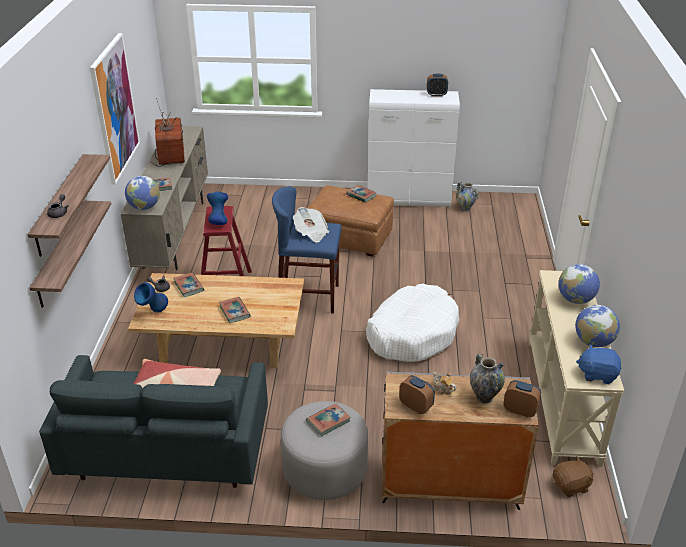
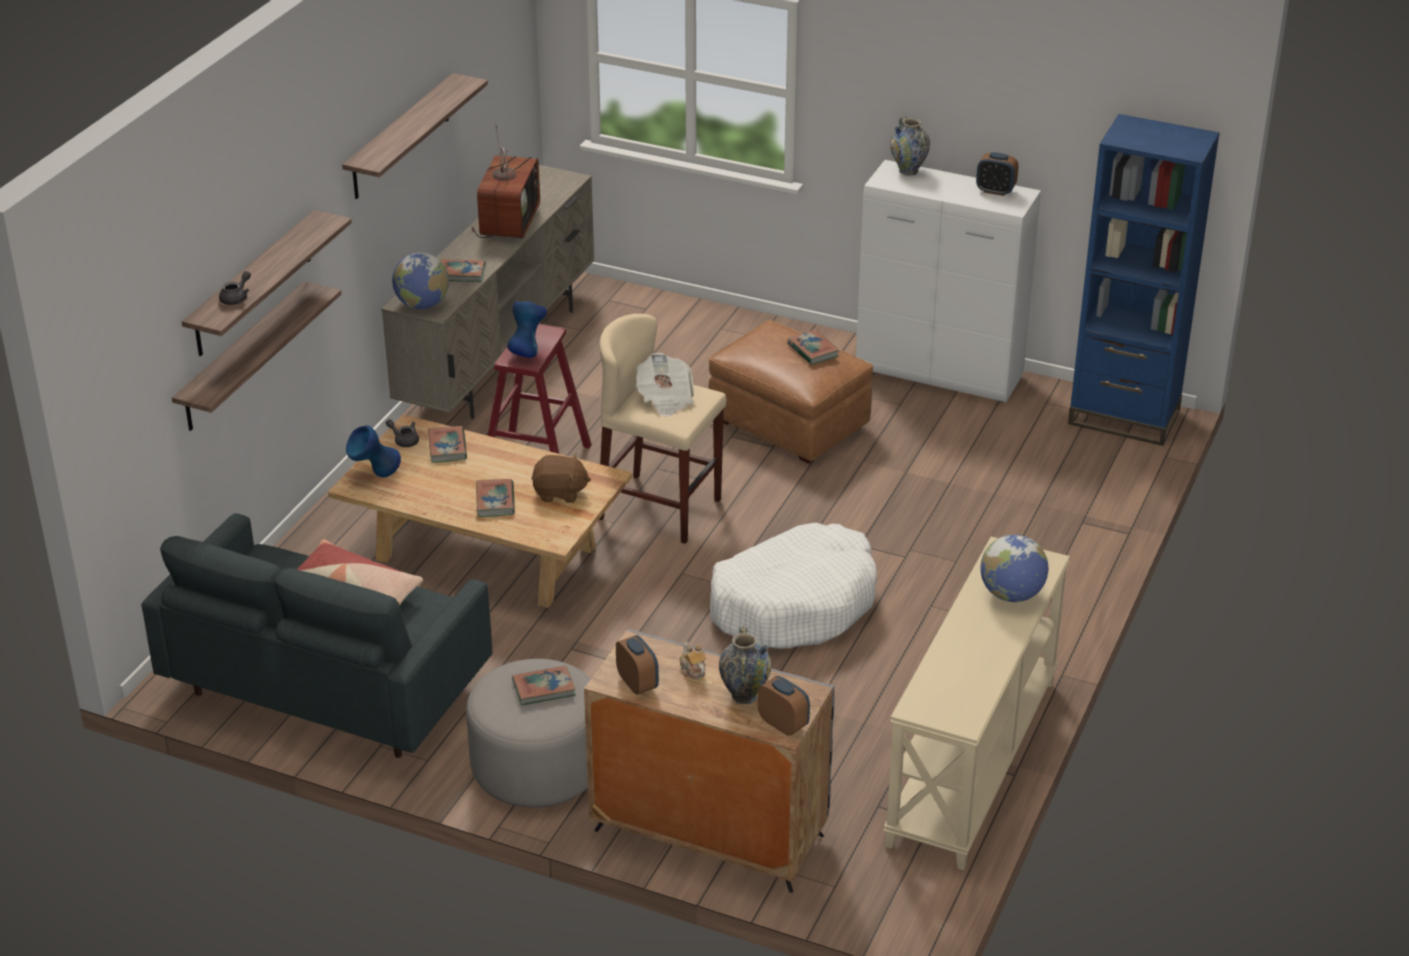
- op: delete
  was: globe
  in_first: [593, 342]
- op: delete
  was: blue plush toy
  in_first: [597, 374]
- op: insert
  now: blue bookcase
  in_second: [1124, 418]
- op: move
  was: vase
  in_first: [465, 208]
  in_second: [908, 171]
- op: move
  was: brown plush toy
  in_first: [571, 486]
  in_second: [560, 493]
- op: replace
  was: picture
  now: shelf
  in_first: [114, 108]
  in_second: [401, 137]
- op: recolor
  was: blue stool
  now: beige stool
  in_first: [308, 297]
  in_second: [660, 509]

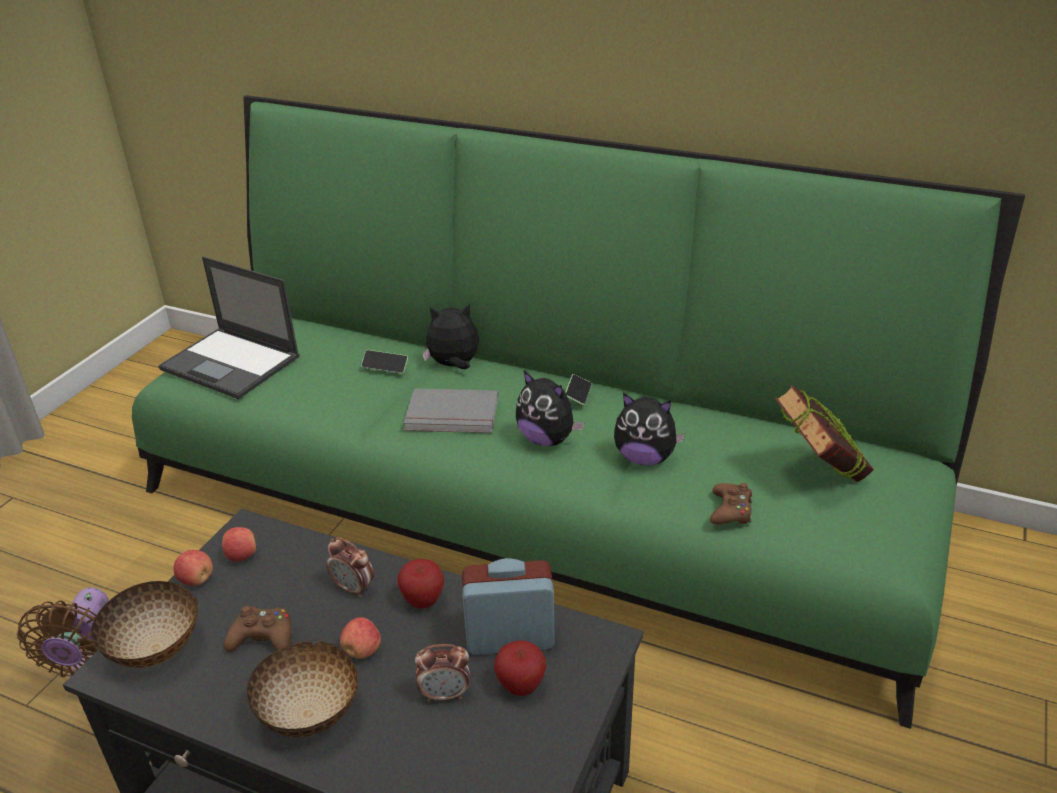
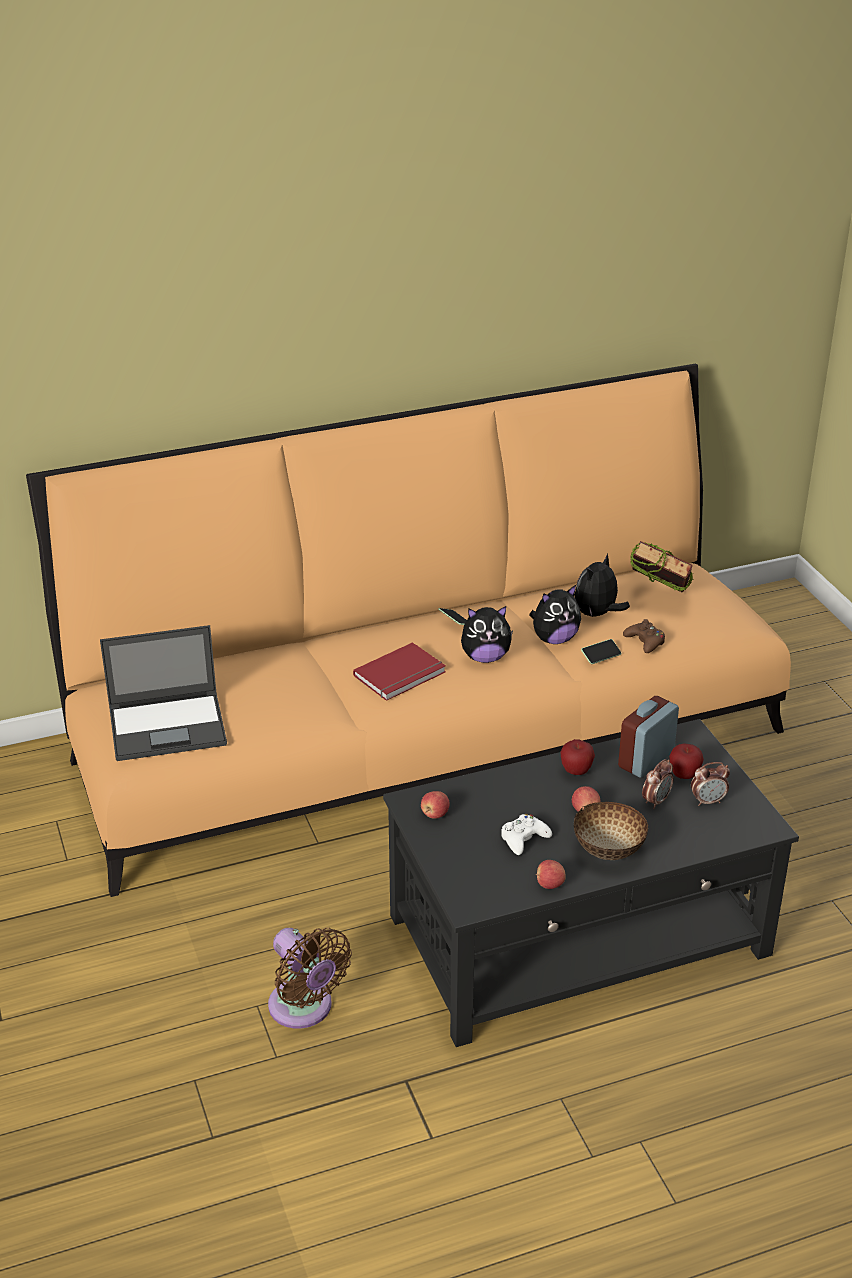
- op: delete
  was: bowl
  in_first: [154, 650]
- op: move
  was: apple
  in_first: [196, 580]
  in_second: [549, 884]
- op: move
  was: alarm clock
  in_first: [353, 588]
  in_second: [708, 801]
- op: move
  was: phone
  in_first: [385, 367]
  in_second: [601, 656]
- op: move
  was: plush toy
  in_first: [454, 365]
  in_second: [597, 614]
- op: recolor
  was: green sofa
  now: orange sofa
  in_first: [531, 503]
  in_second: [425, 735]
- op: recolor
  was: brown game controller
  now: white game controller
  in_first: [263, 637]
  in_second: [523, 839]
- op: recolor
  was: grey book
  now: red book
  in_first: [452, 416]
  in_second: [401, 675]

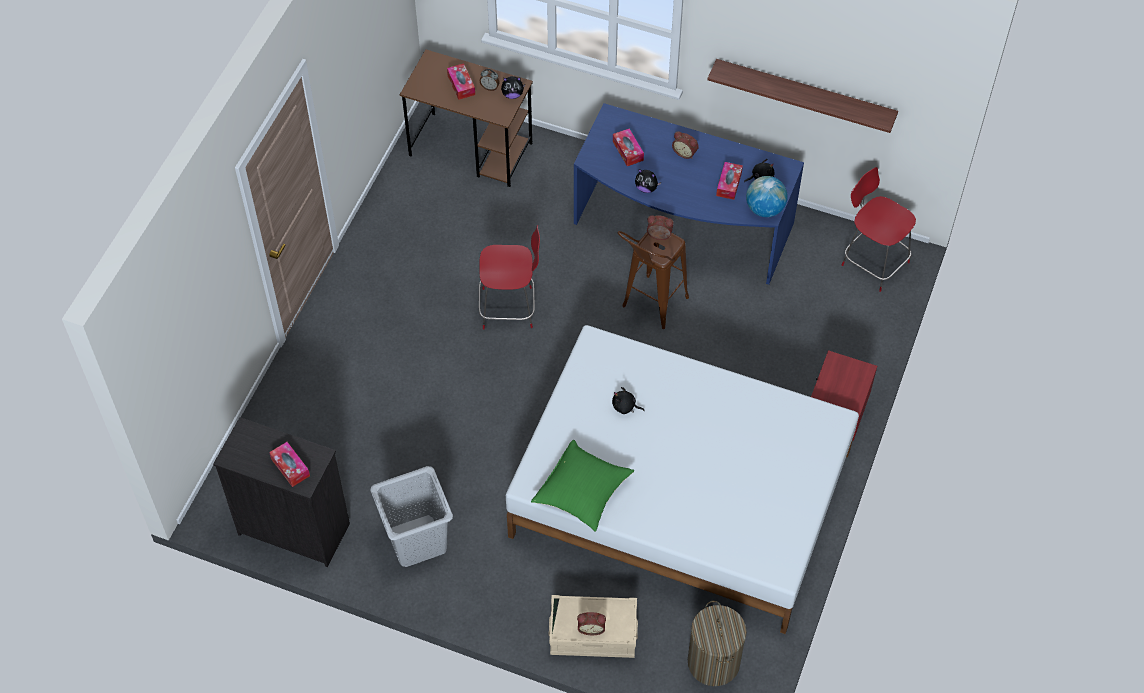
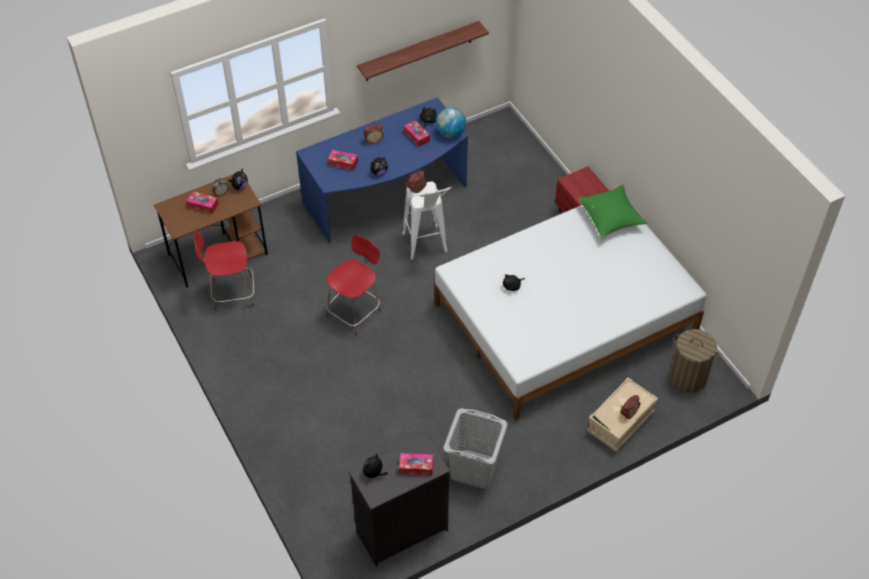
- op: insert
  now: plush toy
  in_second: [374, 473]
- op: move
  was: green pillow
  in_first: [582, 494]
  in_second: [611, 219]
- op: move
  was: red chair
  in_first: [873, 262]
  in_second: [231, 293]
- op: recolor
  was: brown stool
  now: white stool
  in_first: [650, 309]
  in_second: [426, 248]

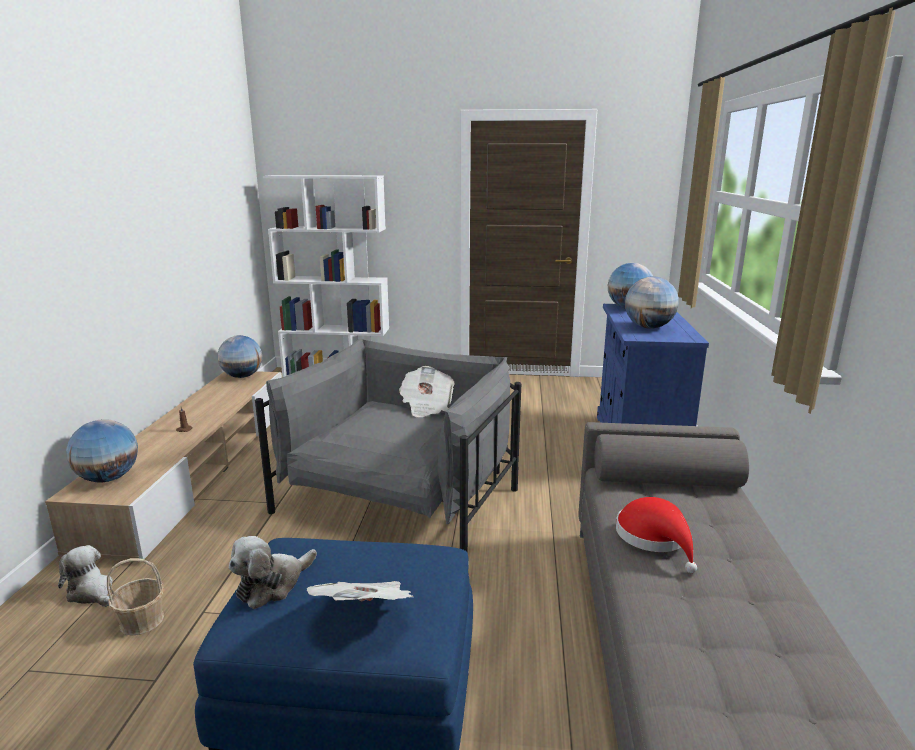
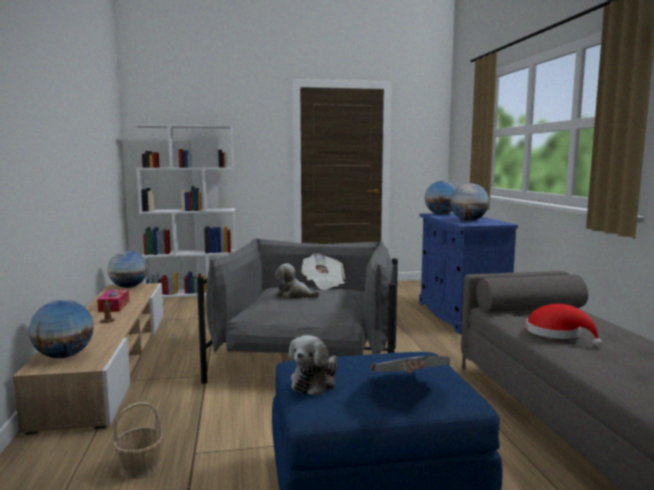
- op: insert
  now: tissue box
  in_second: [114, 306]
- op: move
  was: plush toy
  in_first: [92, 592]
  in_second: [294, 295]

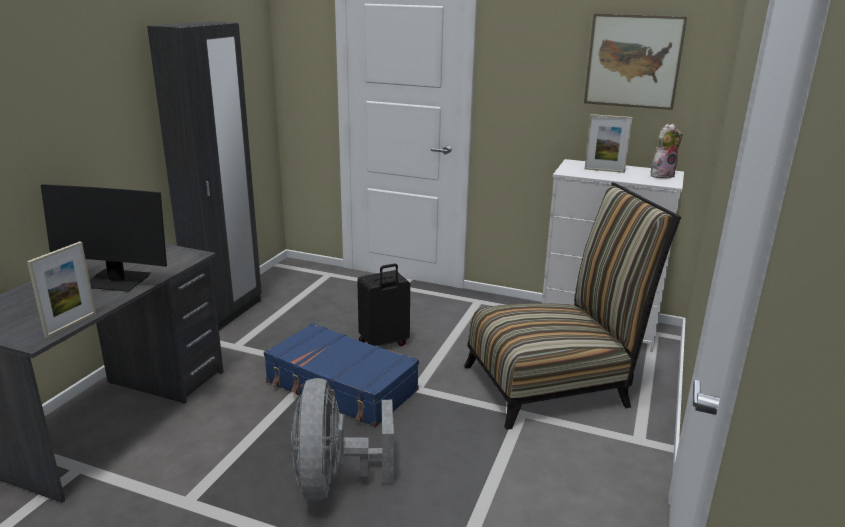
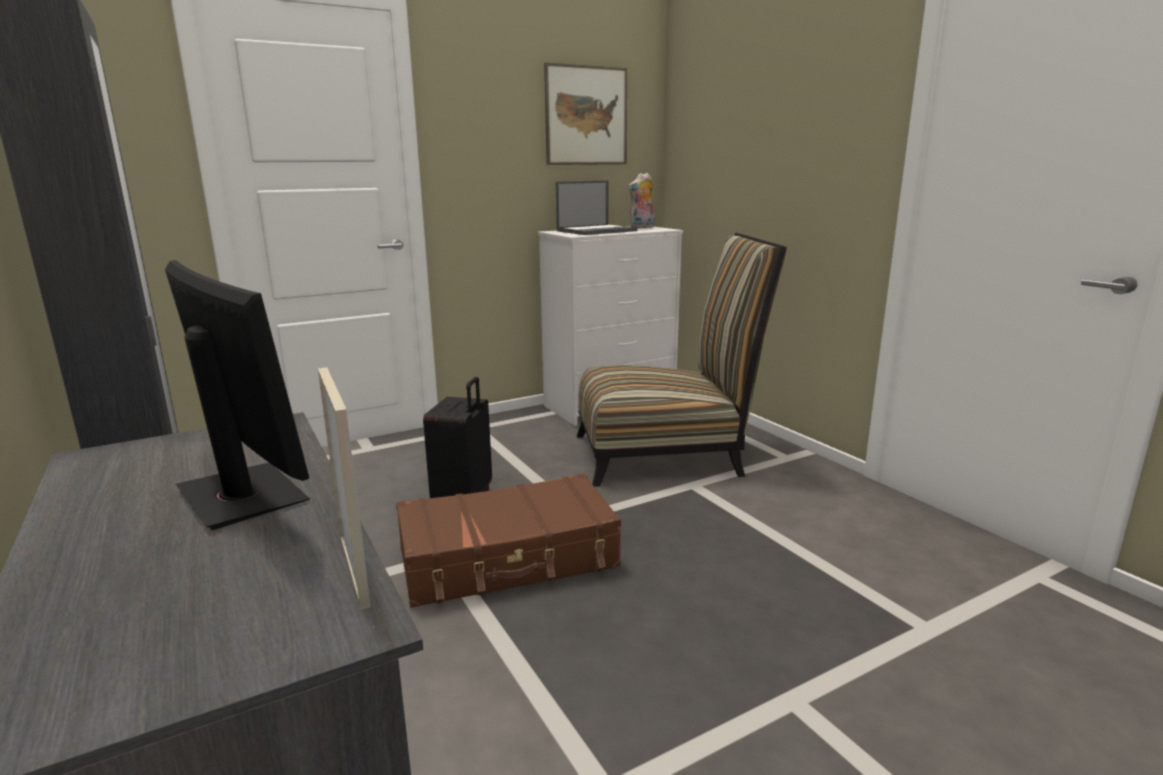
- op: delete
  was: grey fan
  in_first: [334, 481]
- op: replace
  was: picture frame
  now: laptop
  in_first: [604, 170]
  in_second: [597, 231]
- op: recolor
  was: blue suitcase
  now: brown suitcase
  in_first: [341, 387]
  in_second: [509, 559]
- op: rotate
  was: monitor
  in_first: [117, 281]
  in_second: [242, 496]
  clockwise: -90
- op: rotate
  was: chair
  in_first: [554, 384]
  in_second: [667, 454]
  clockwise: 60
- op: rotate
  was: plush toy
  in_first: [662, 175]
  in_second: [642, 227]
  clockwise: -135

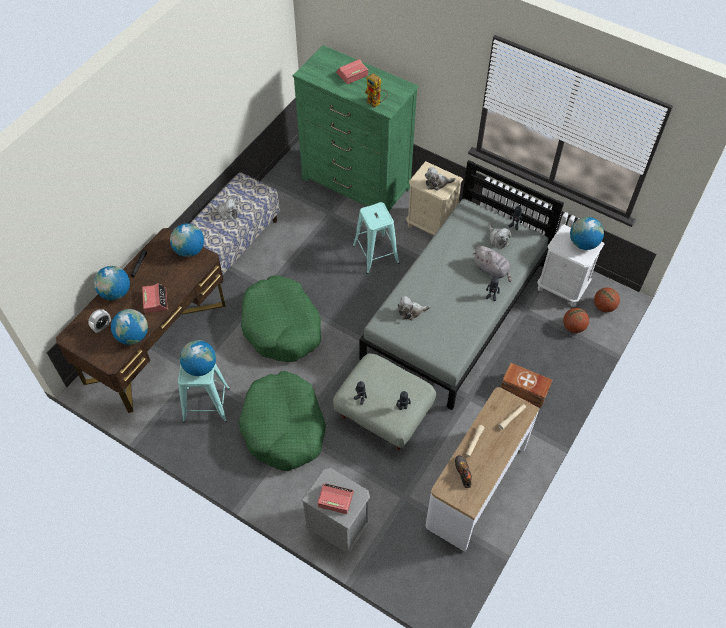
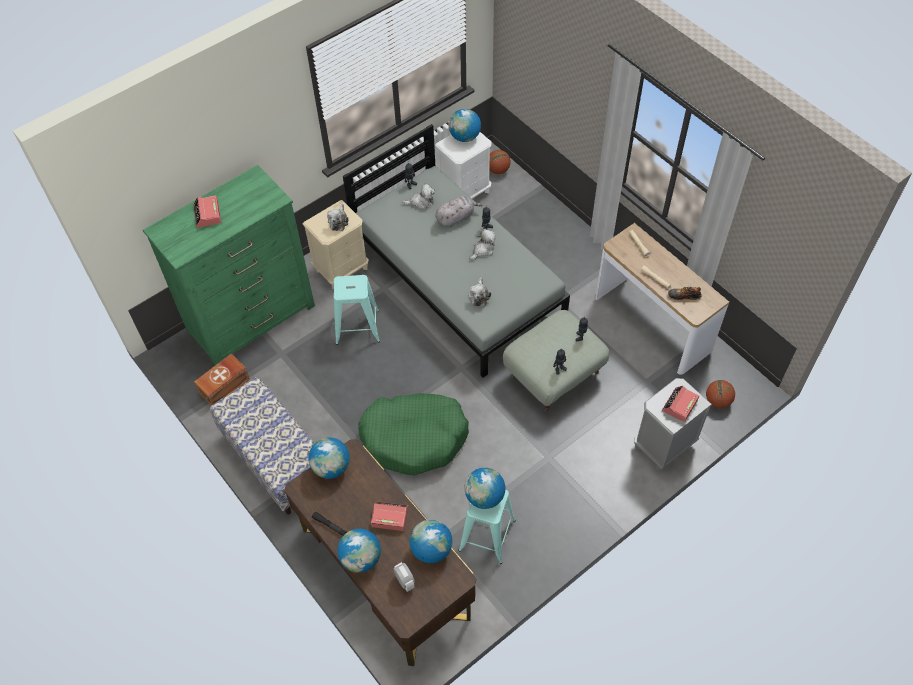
- op: delete
  was: green dog bed
  in_first: [284, 427]
- op: delete
  was: toy robot
  in_first: [376, 103]
- op: move
  was: plush toy
  in_first: [227, 212]
  in_second: [483, 250]
- op: move
  was: brown storage box
  in_first: [524, 391]
  in_second: [225, 386]
- op: move
  was: basketball
  in_first: [573, 327]
  in_second: [717, 401]

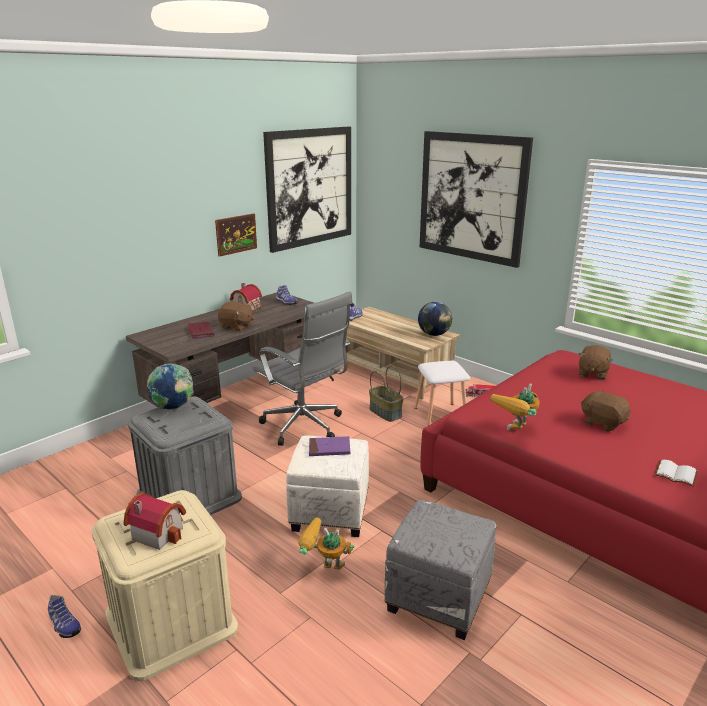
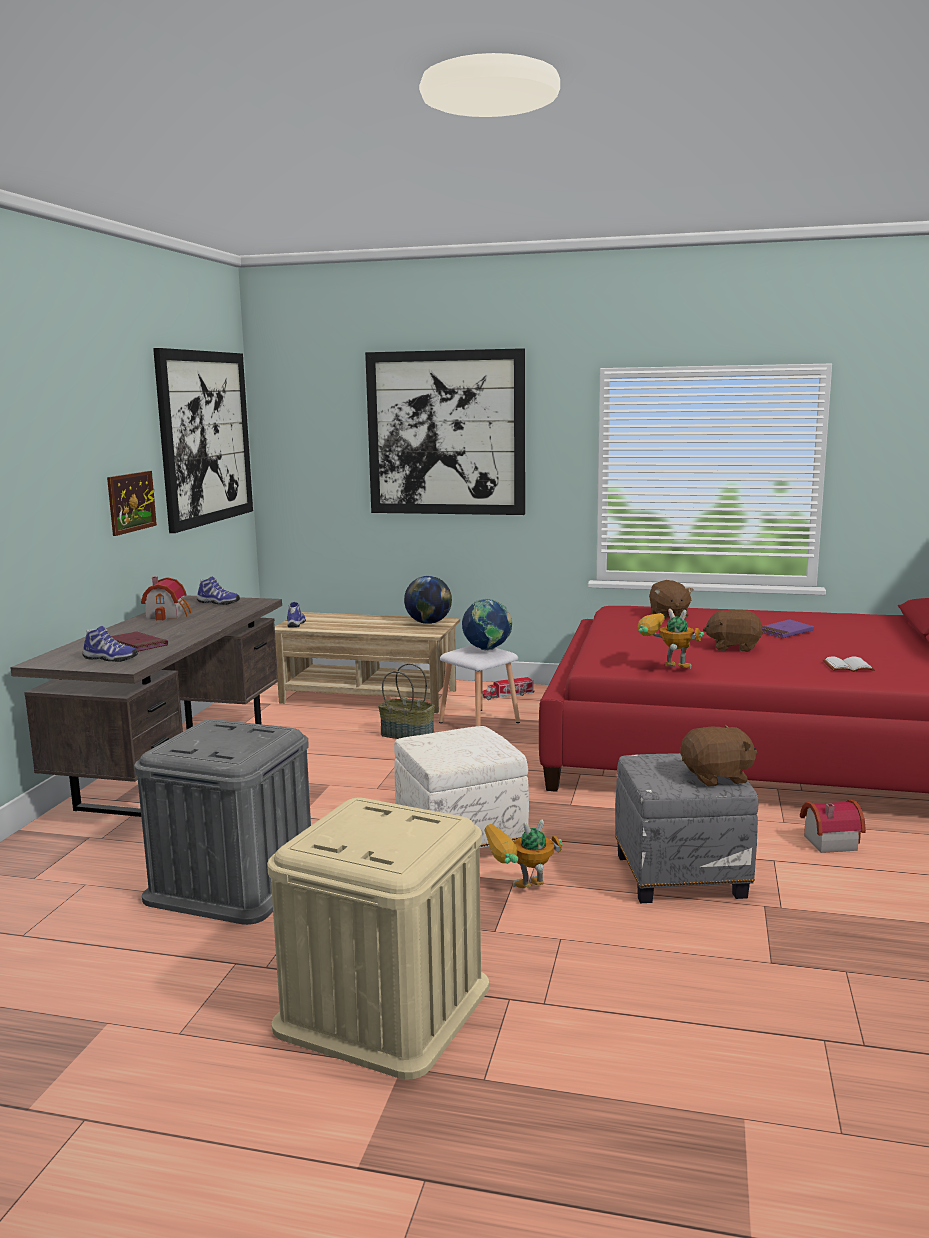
- op: delete
  was: grey office chair
  in_first: [305, 427]
- op: move
  was: shoe
  in_first: [63, 625]
  in_second: [109, 659]
- op: move
  was: toy house
  in_first: [158, 531]
  in_second: [827, 841]
- op: move
  was: globe
  in_first: [173, 408]
  in_second: [487, 650]
- op: move
  was: brown plush toy
  in_first: [236, 326]
  in_second: [717, 777]
- op: move
  was: purple book
  in_first: [329, 448]
  in_second: [785, 632]
- op: rotate
  was: toy robot
  in_first: [516, 432]
  in_second: [665, 669]
  clockwise: 105

